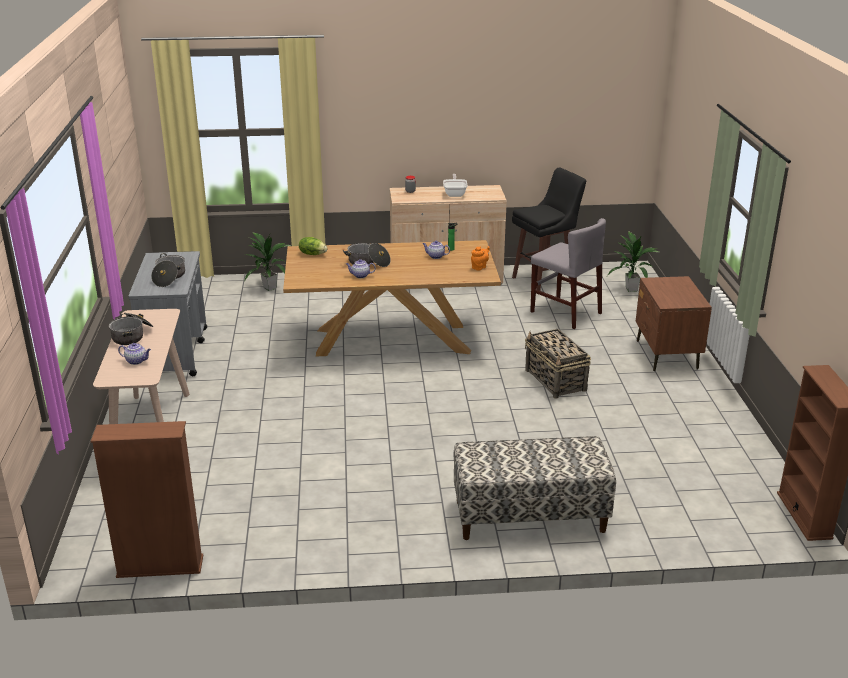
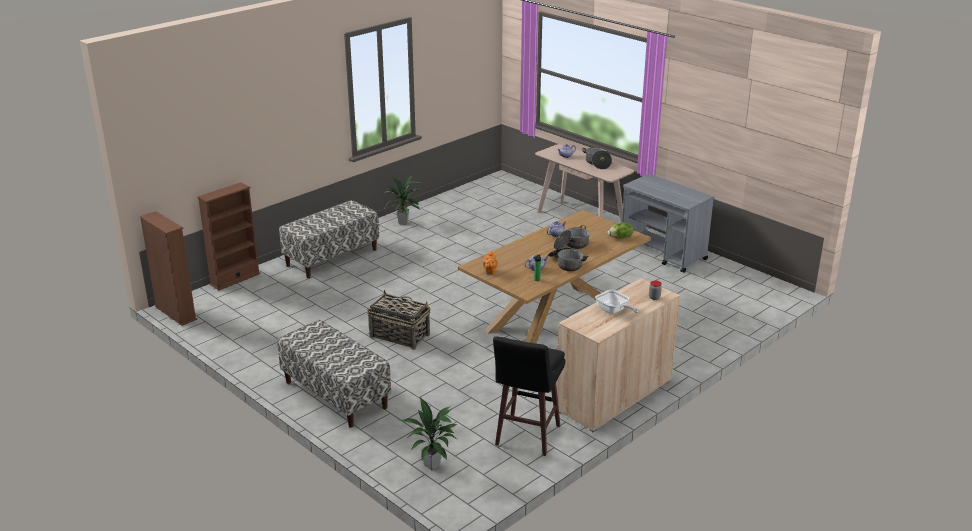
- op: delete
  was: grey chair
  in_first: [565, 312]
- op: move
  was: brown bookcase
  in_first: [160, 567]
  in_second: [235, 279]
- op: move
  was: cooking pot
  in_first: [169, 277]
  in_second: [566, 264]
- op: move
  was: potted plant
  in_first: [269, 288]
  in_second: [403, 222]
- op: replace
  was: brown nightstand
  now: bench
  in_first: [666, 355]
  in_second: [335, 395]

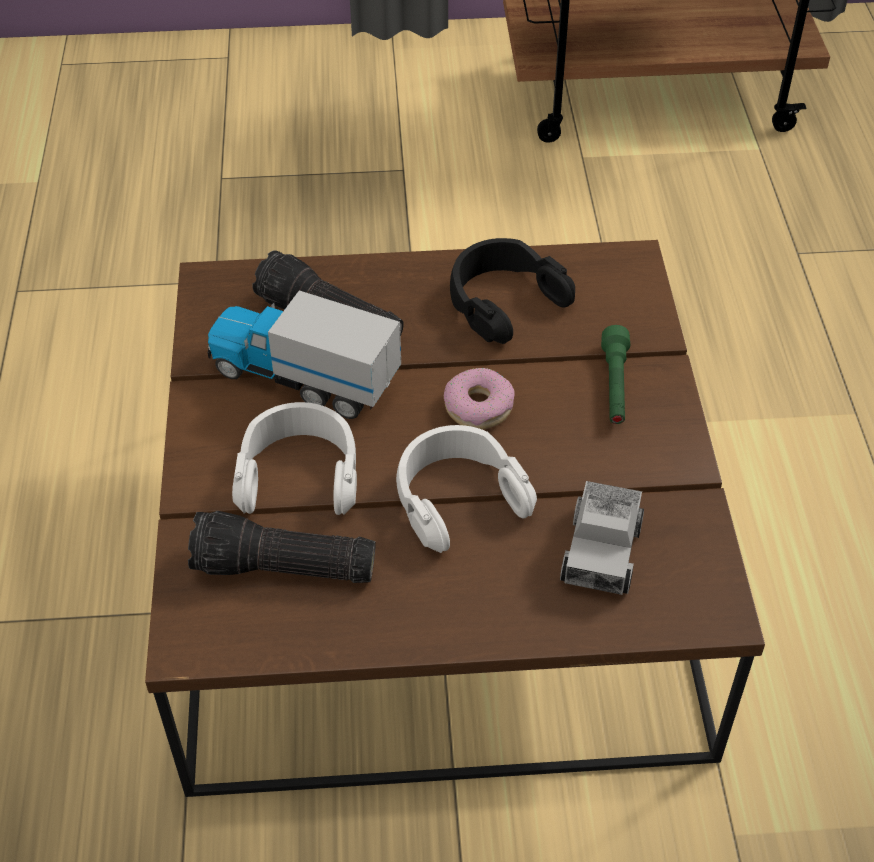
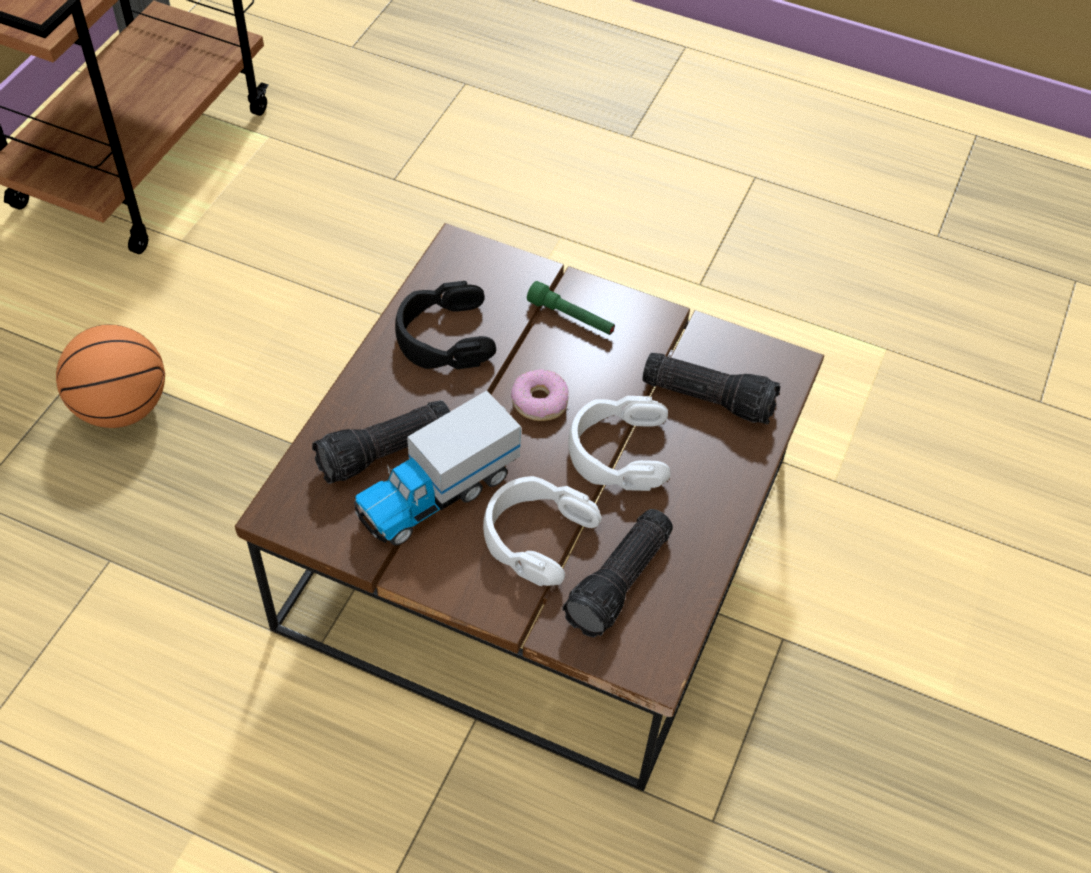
- op: insert
  now: basketball
  in_second: [122, 408]
- op: replace
  was: toy truck
  now: flashlight
  in_first: [601, 551]
  in_second: [710, 396]

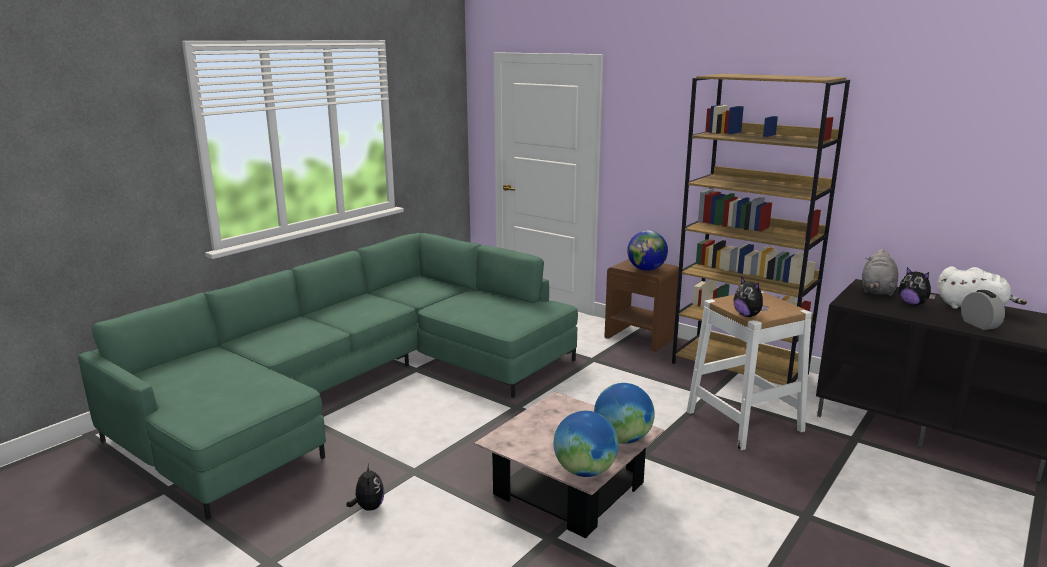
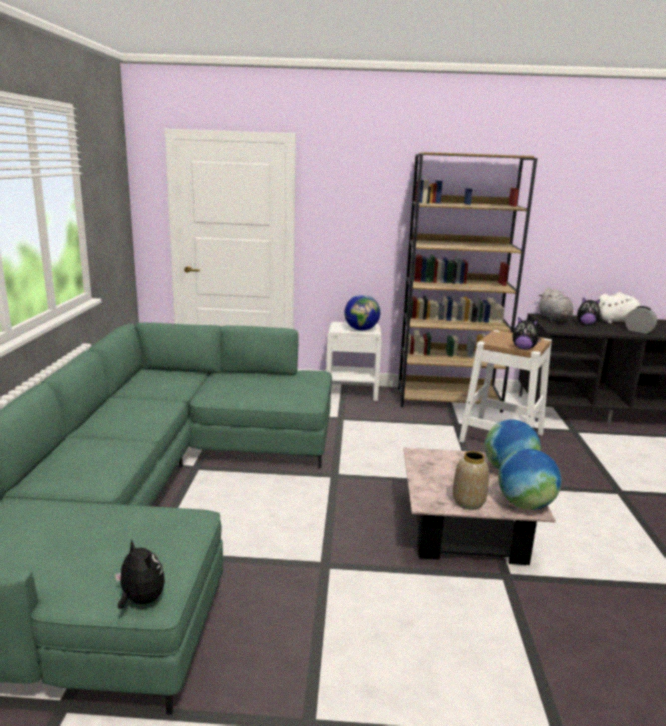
- op: insert
  now: vase
  in_second: [468, 502]
- op: move
  was: plush toy
  in_first: [368, 507]
  in_second: [141, 600]
- op: recolor
  was: brown nightstand
  now: white nightstand
  in_first: [640, 337]
  in_second: [352, 392]

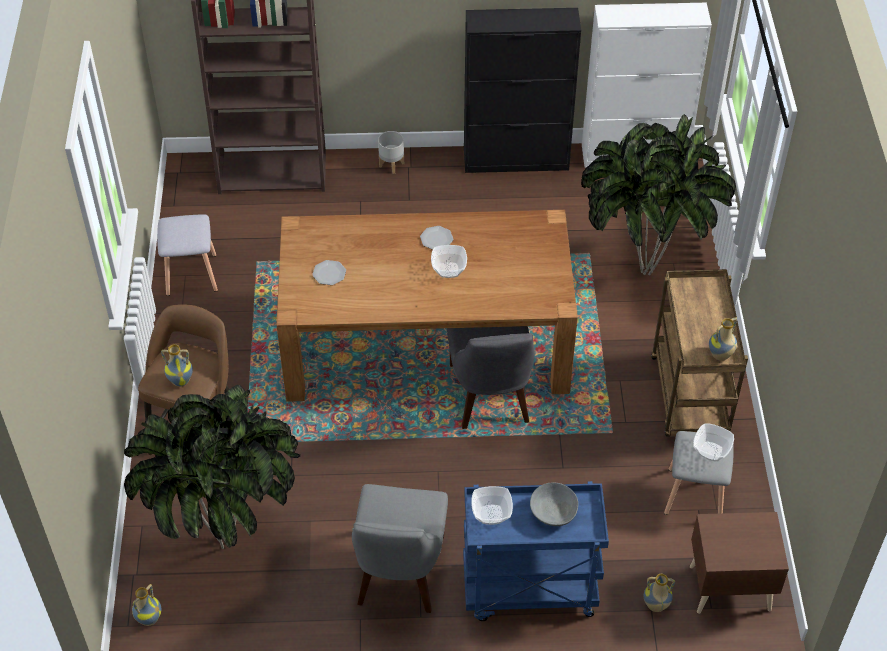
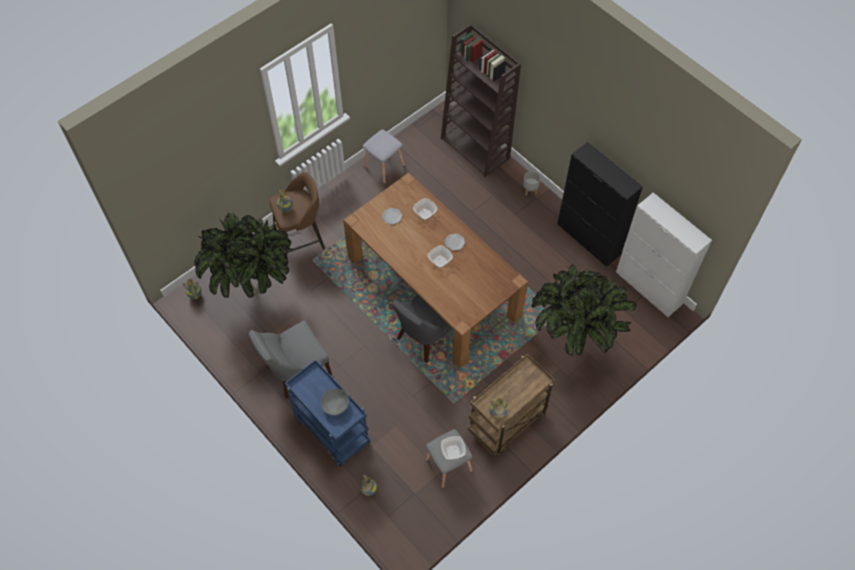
- op: delete
  was: brown nightstand
  in_first: [728, 586]
- op: move
  was: bowl
  in_first: [492, 515]
  in_second: [425, 214]

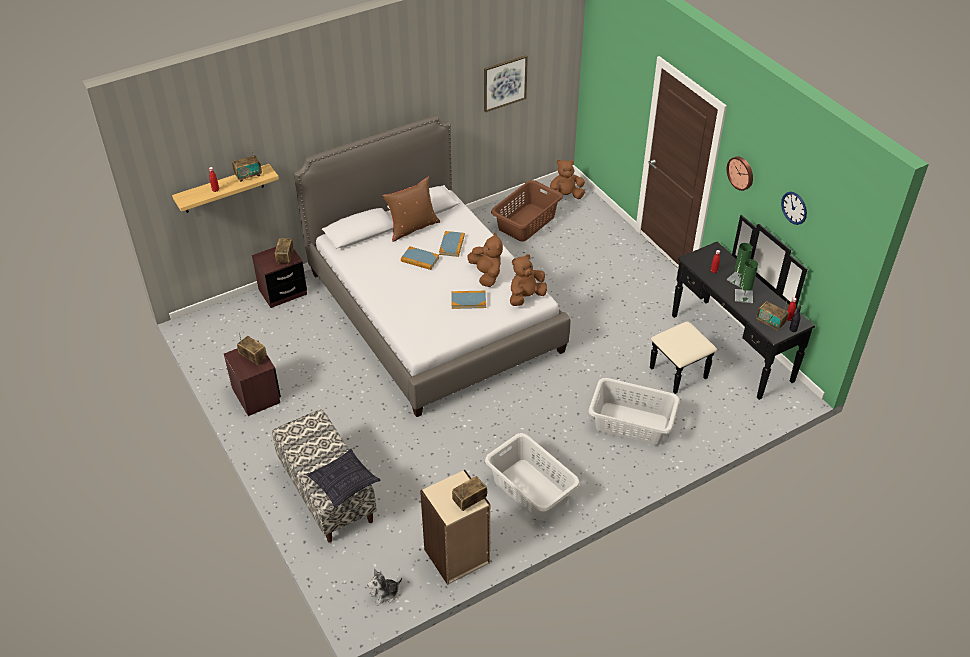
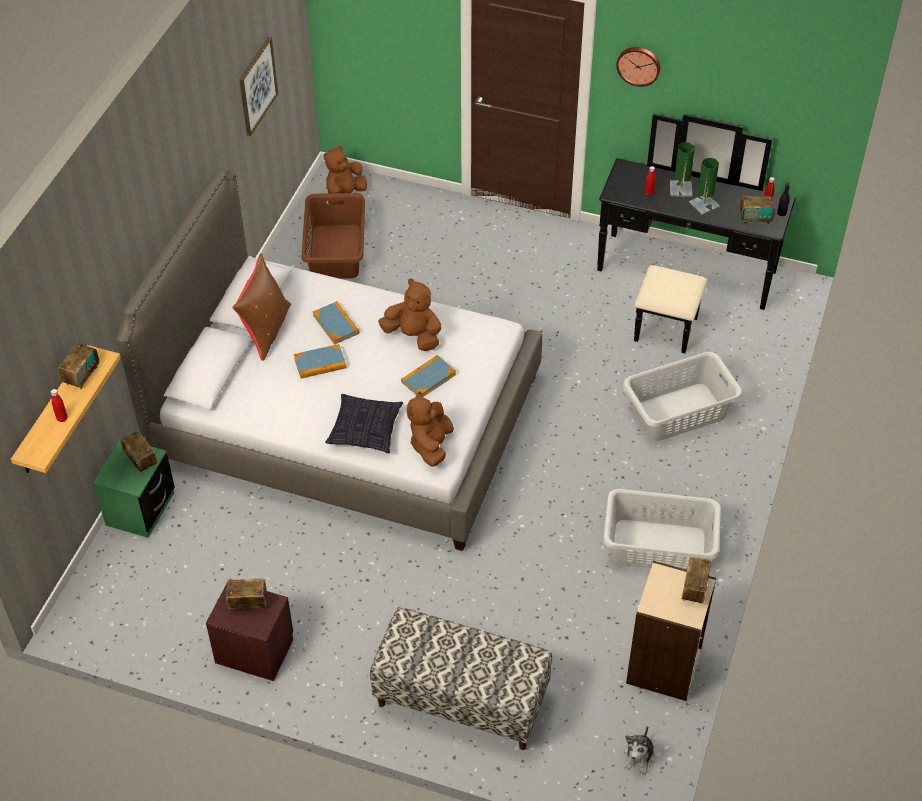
- op: delete
  was: wall clock
  in_first: [794, 208]
- op: move
  was: pillow
  in_first: [344, 483]
  in_second: [365, 430]
- op: move
  was: brown plush toy
  in_first: [526, 297]
  in_second: [431, 445]
- op: recolor
  was: brown nightstand
  now: green nightstand
  in_first: [283, 292]
  in_second: [140, 509]

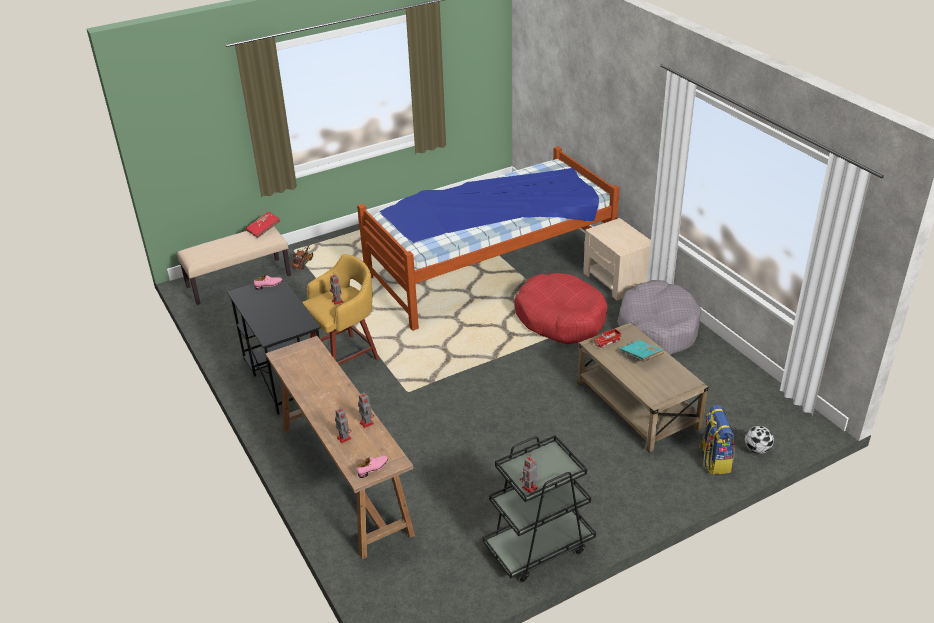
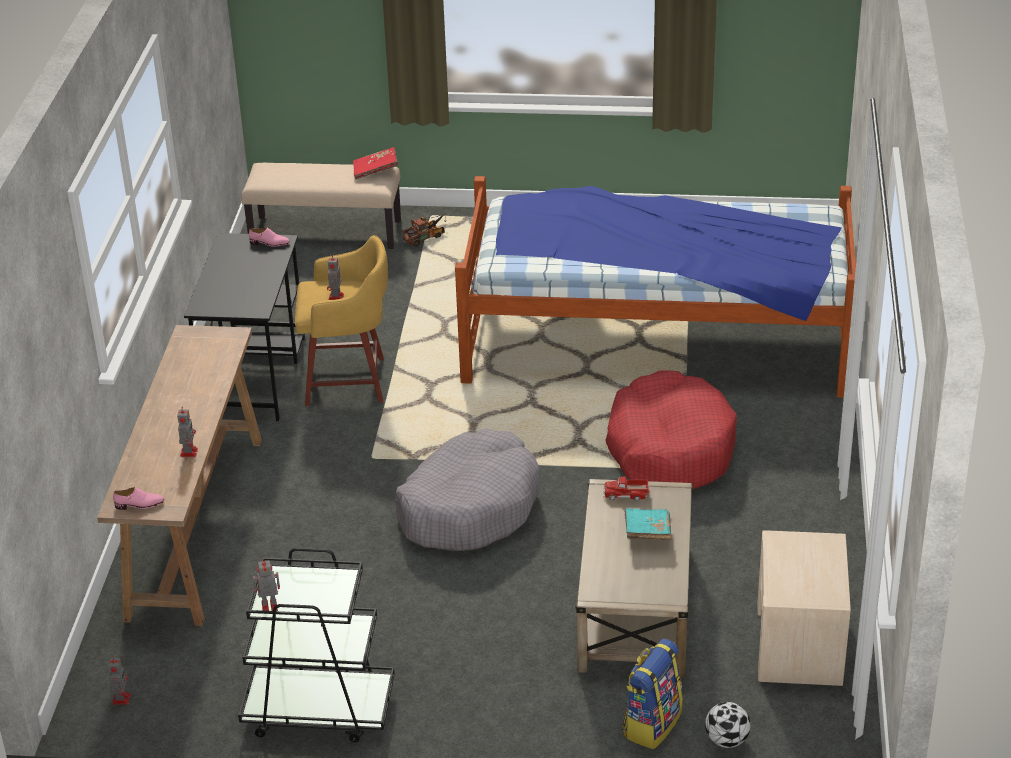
- op: move
  was: toy robot
  in_first: [343, 438]
  in_second: [121, 698]
- op: move
  was: beige nightstand
  in_first: [617, 280]
  in_second: [799, 644]
- op: move
  was: grey dog bed
  in_first: [657, 328]
  in_second: [469, 507]

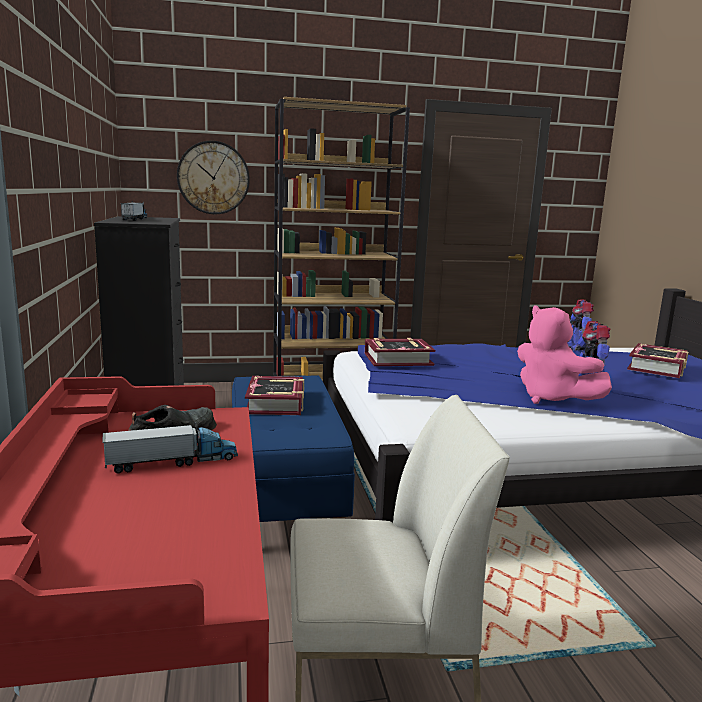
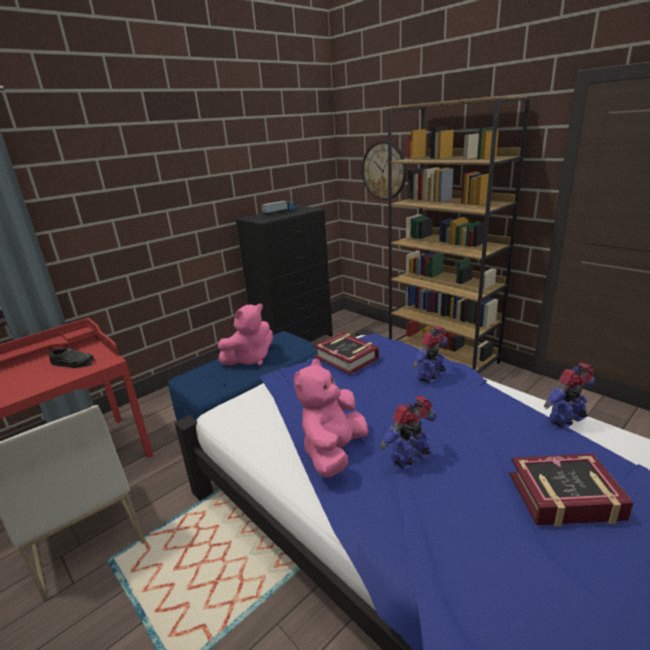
- op: delete
  was: toy truck
  in_first: [172, 462]
- op: insert
  now: toy robot
  in_second: [431, 376]
- op: replace
  was: book
  now: pink plush toy
  in_first: [276, 403]
  in_second: [250, 359]

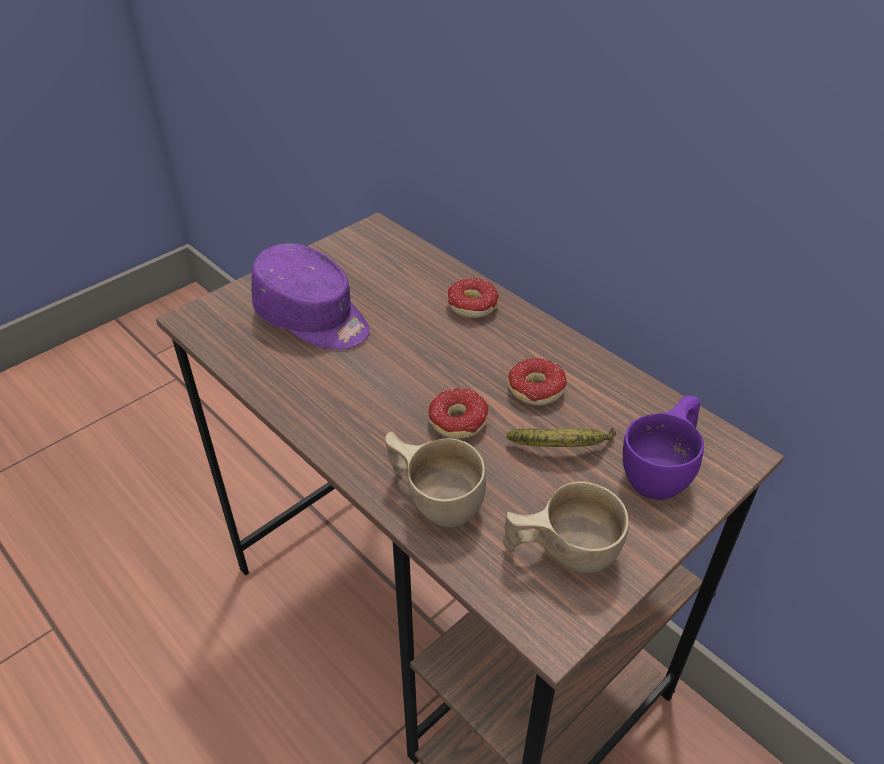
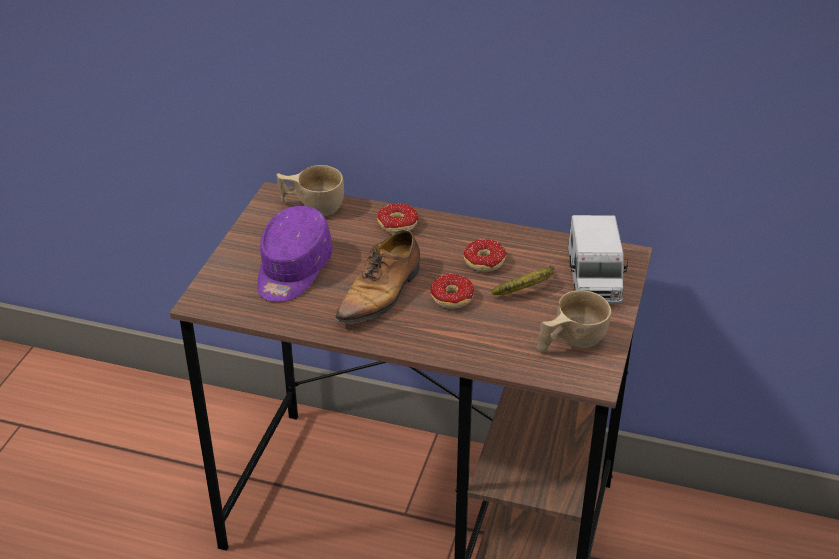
- op: insert
  now: shoe
  in_second: [381, 294]
- op: move
  was: beige cup
  in_first: [434, 498]
  in_second: [312, 207]
- op: replace
  was: purple cup
  now: toy truck
  in_first: [663, 470]
  in_second: [593, 279]
- op: rotate
  was: purple cap
  in_first: [313, 318]
  in_second: [292, 271]
  clockwise: 105

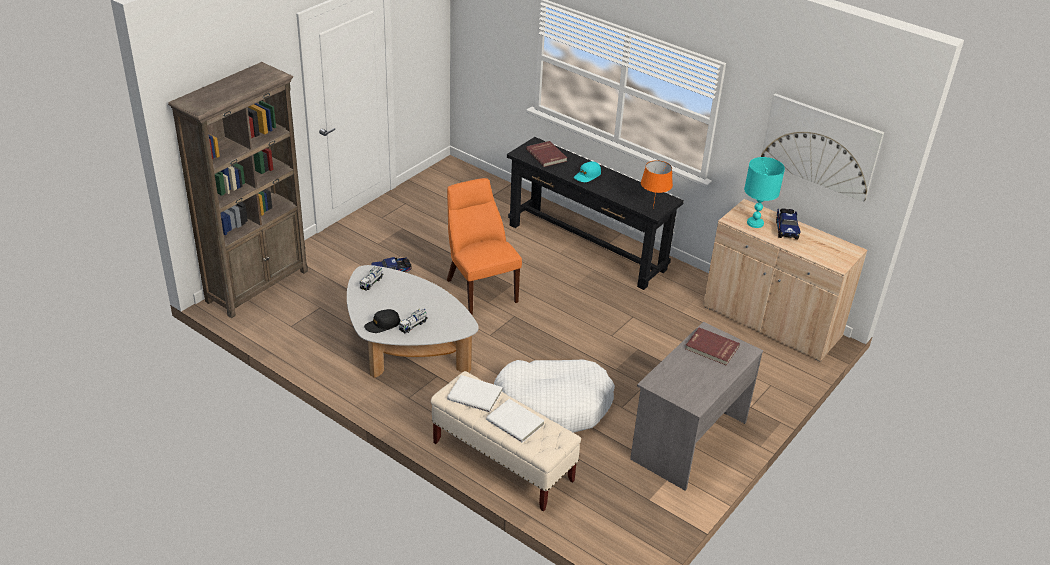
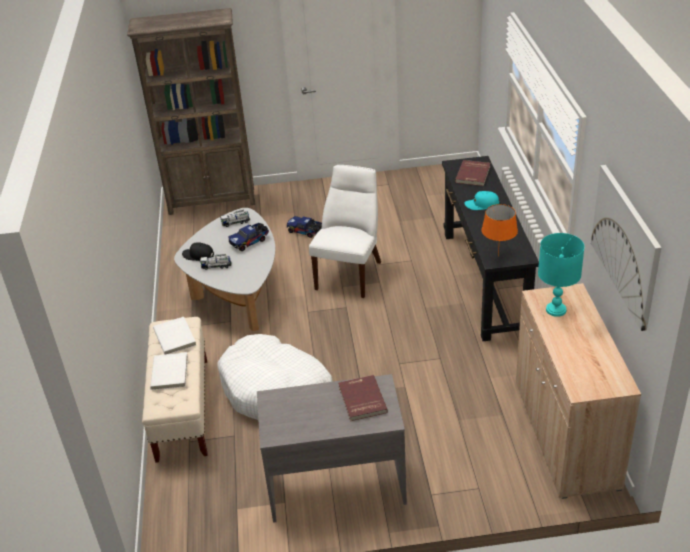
- op: move
  was: toy truck
  in_first: [786, 229]
  in_second: [250, 241]
- op: recolor
  was: orange chair
  now: white chair
  in_first: [480, 289]
  in_second: [350, 273]

